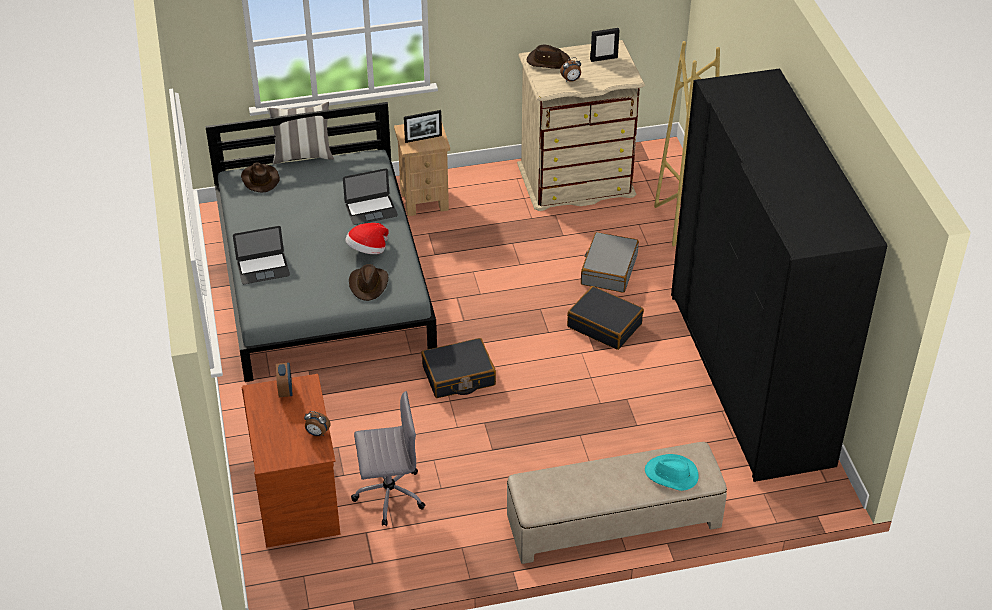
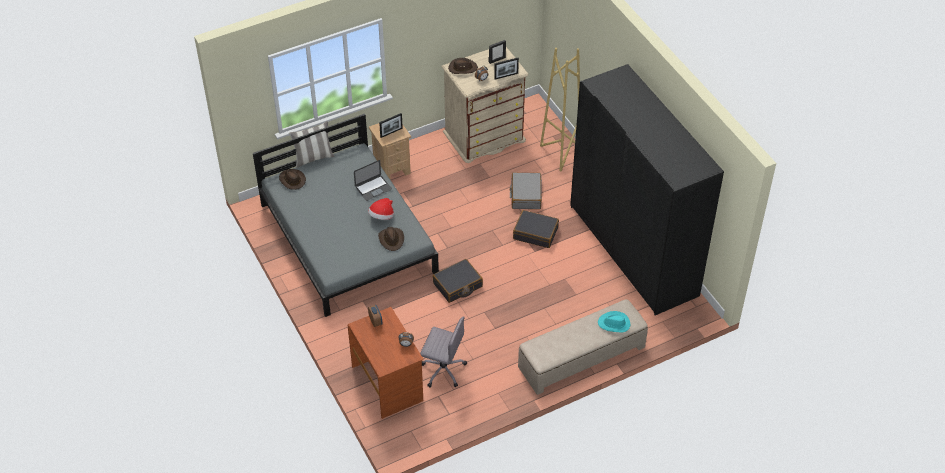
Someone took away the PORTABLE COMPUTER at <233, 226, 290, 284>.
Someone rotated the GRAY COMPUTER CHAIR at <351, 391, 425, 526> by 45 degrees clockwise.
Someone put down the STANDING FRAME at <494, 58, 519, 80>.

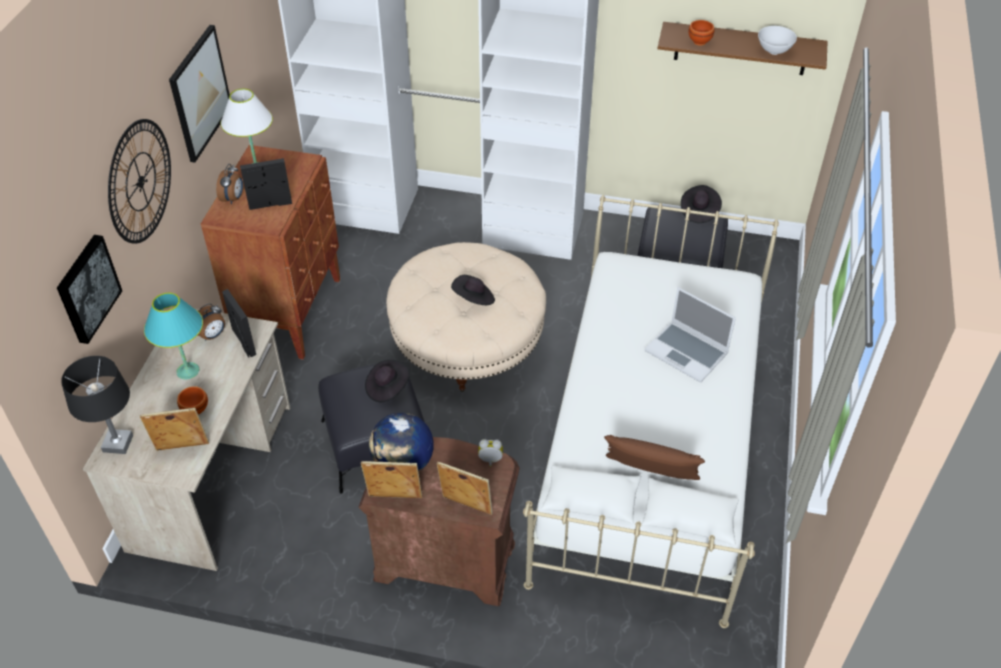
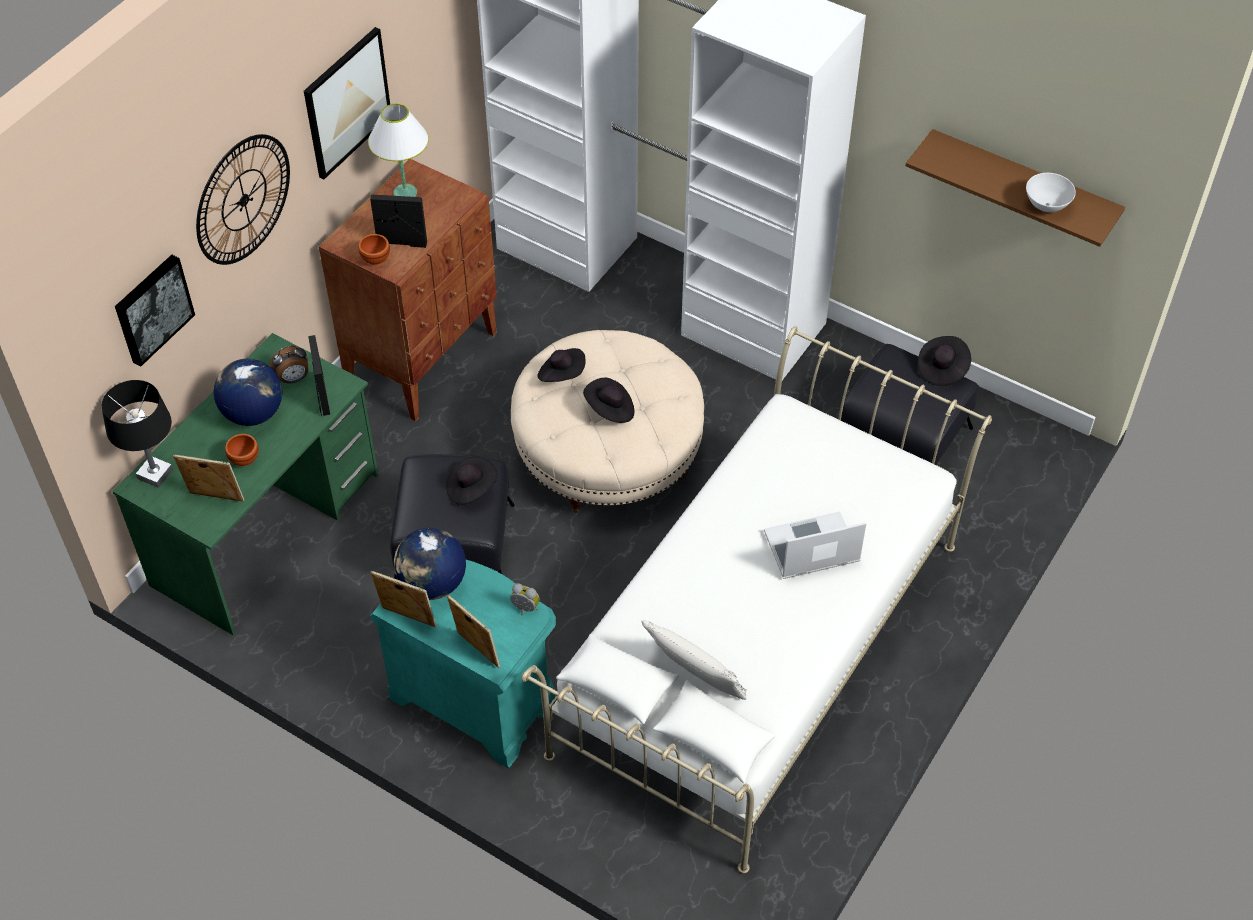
Someone carried the BROWN DEEP DISH from <688, 20, 715, 46> to <358, 234, 390, 265>.
Someone took away the BEDSIDE CLOCK at <216, 164, 243, 204>.
Someone rotated the PORTABLE COMPUTER at <645, 287, 736, 383> by 105 degrees clockwise.
Someone swapped the TURQUOISE TABLE LAMP at <144, 293, 203, 380> for the GLOBE at <214, 358, 282, 426>.
Someone repainted the BEIGE-COLOURED DESK TABLE at <83, 308, 290, 571>, which became the GREEN DESK TABLE at <112, 333, 379, 635>.
Someone repainted the BROWN PILLOW at <604, 435, 705, 480>, which became the WHITISH PILLOW at <641, 620, 747, 700>.
Someone repainted the BROWN BEDSIDE TABLE at <358, 437, 520, 606>, which became the TURQUOISE BEDSIDE TABLE at <369, 560, 556, 768>.
Someone put down the BLACKISH HAT at <538, 348, 585, 382>.

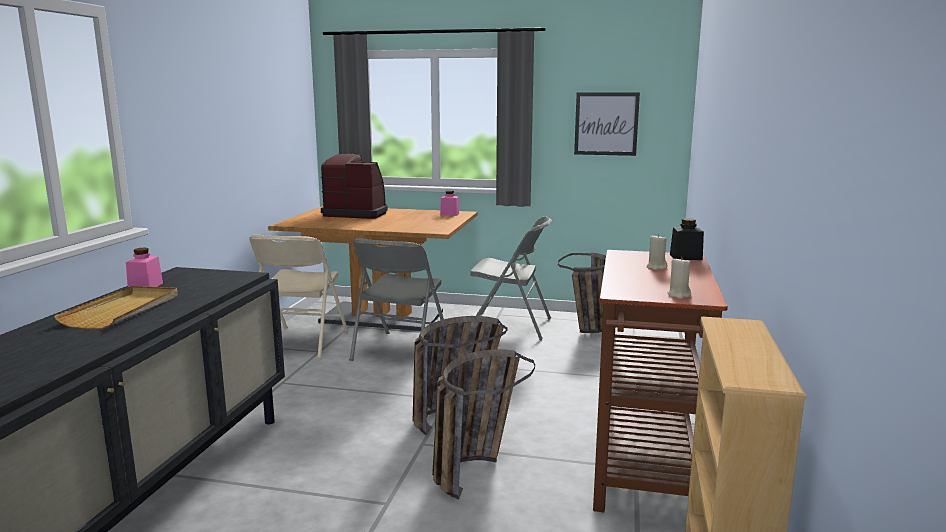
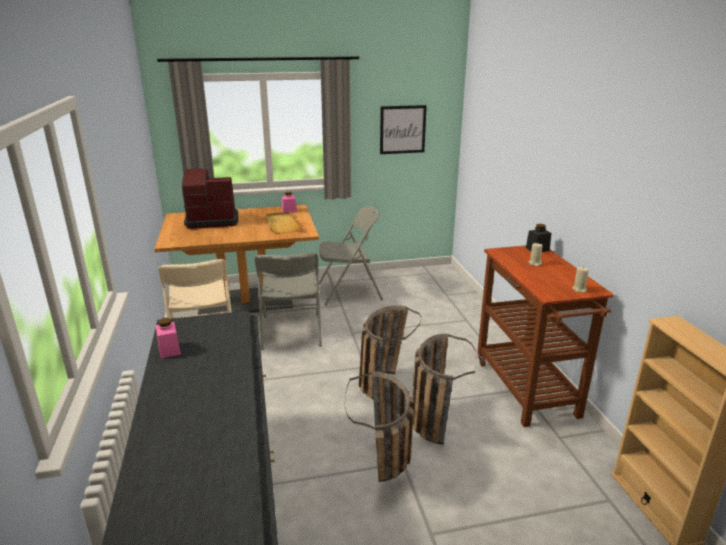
Someone carried the HOUSEHOLD BASKET from <558, 252, 606, 333> to <345, 371, 414, 482>.
Someone carried the BEIGE-COLOURED TRAY from <54, 286, 178, 329> to <266, 212, 300, 233>.

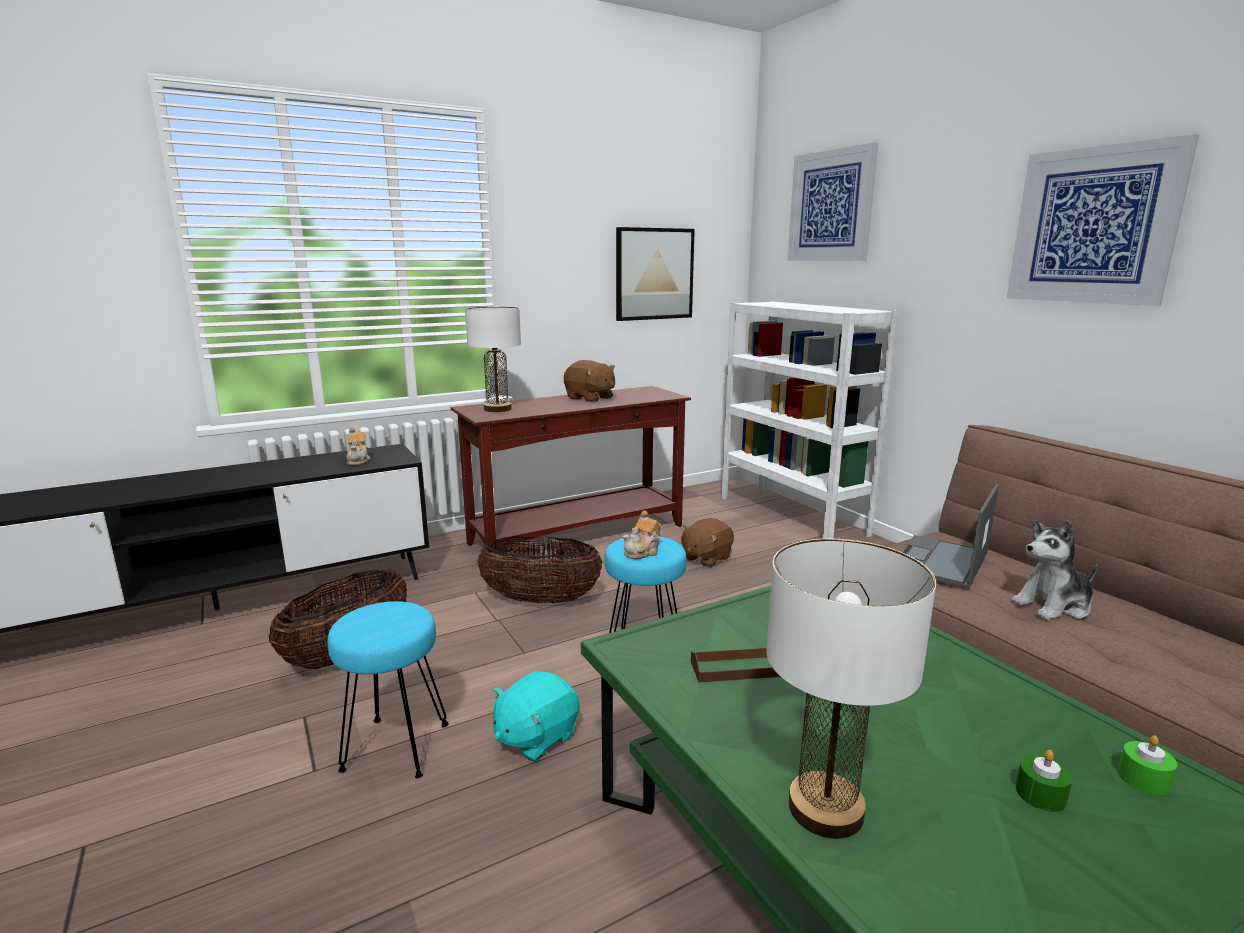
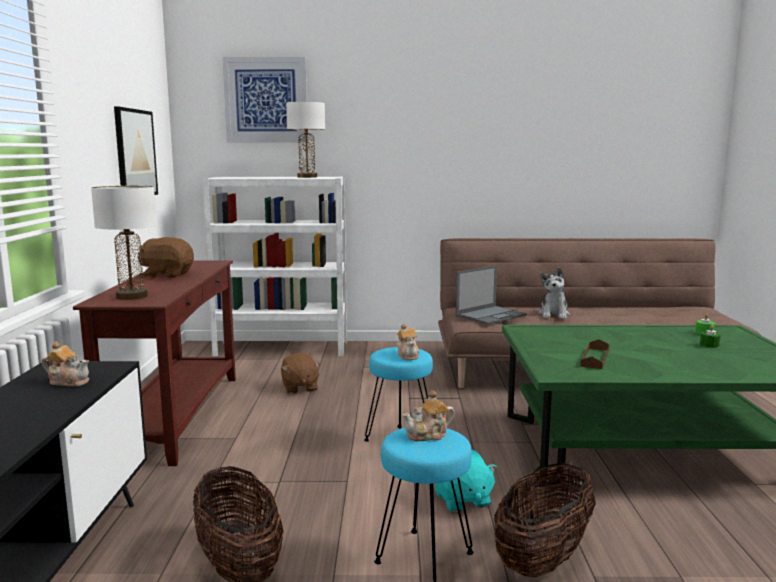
Someone took away the WALL PICTURE at <1007, 134, 1199, 306>.
Someone rotated the BROWN PLUSH TOY at <564, 360, 615, 402> by 150 degrees counterclockwise.
Someone rotated the PORTABLE COMPUTER at <901, 484, 999, 589> by 105 degrees counterclockwise.
Someone carried the HOUSEHOLD BASKET from <477, 536, 602, 603> to <494, 462, 596, 577>.
Someone carried the TABLE LAMP from <766, 539, 936, 839> to <286, 102, 325, 178>.
Someone put down the TEA POT at <402, 390, 455, 441>.

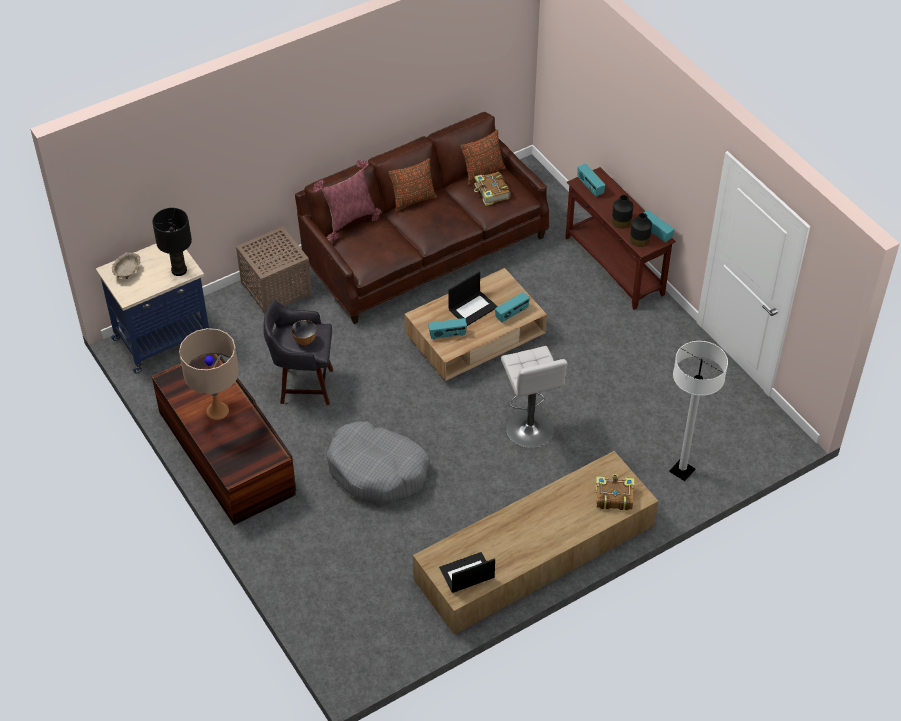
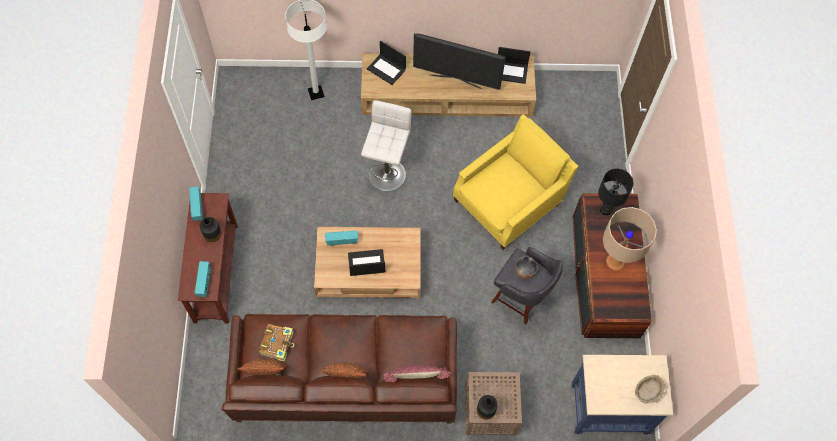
Someone carried the BLACKISH TABLE LAMP from <152, 208, 192, 276> to <598, 168, 633, 215>.
Someone carried the BLACKISH VASE from <630, 213, 652, 247> to <477, 395, 498, 420>.
Someone took away the RADIO SET at <428, 318, 467, 340>.
Someone swapped the GRAY DOG BED at <326, 421, 430, 504> for the YELLOW-COLOURED EASY CHAIR at <453, 115, 578, 250>.
Someone swapped the BOUND BOOK at <596, 474, 634, 510> for the PORTABLE COMPUTER at <367, 41, 406, 85>.
Someone put down the TV at <413, 33, 506, 90>.

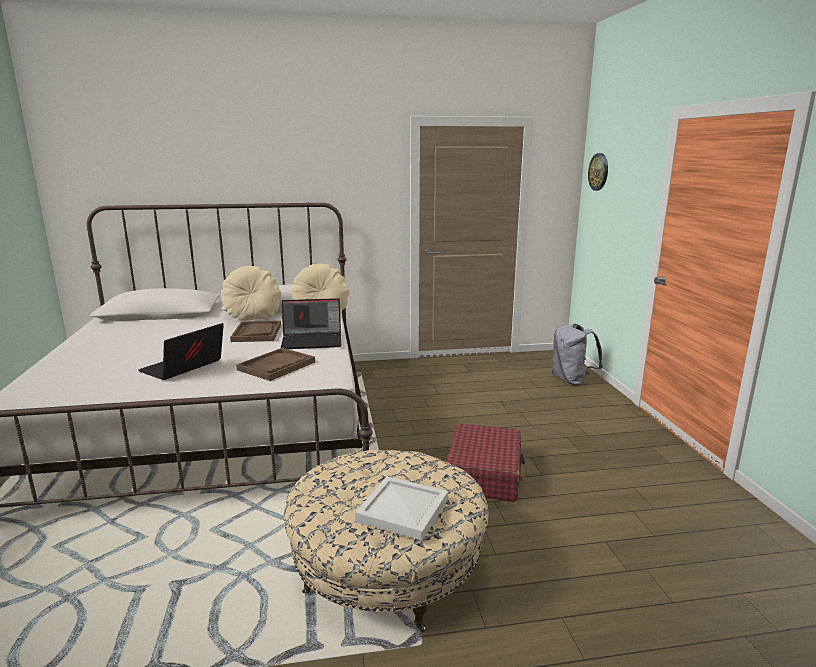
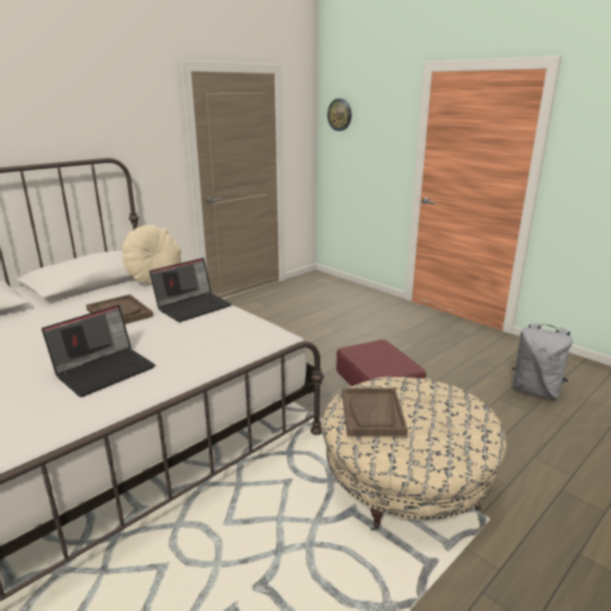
Someone took away the BEIGE-COLOURED PILLOW at <221, 266, 281, 321>.
Someone rotated the PORTABLE COMPUTER at <139, 323, 224, 380> by 135 degrees counterclockwise.
Someone carried the GRAY BACKPACK from <552, 324, 603, 386> to <512, 323, 572, 400>.
Someone carried the BROWN TRAY from <236, 348, 315, 381> to <342, 388, 408, 436>.
Someone took away the WHITISH TRAY at <355, 476, 448, 541>.

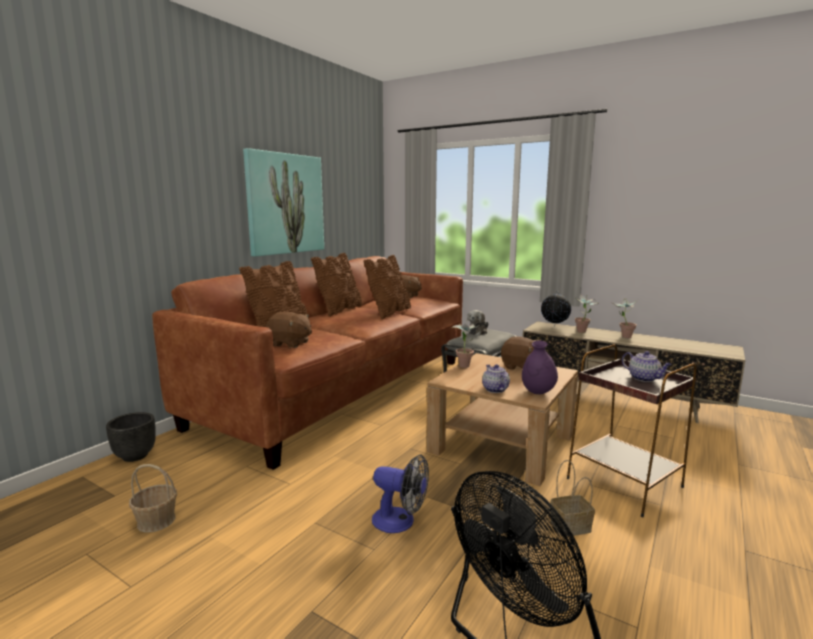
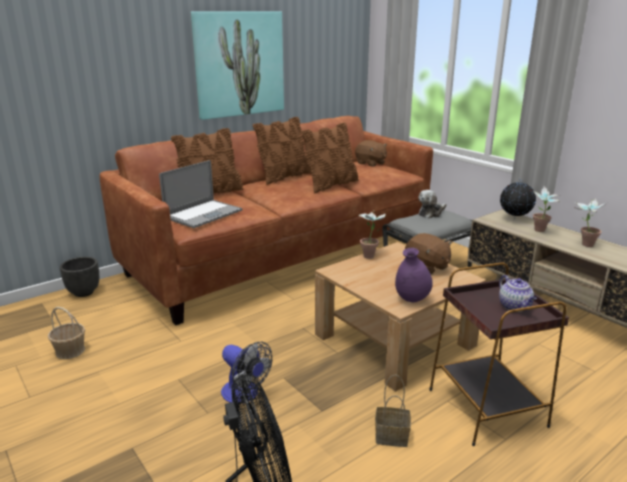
Someone swapped the BROWN PLUSH TOY at <265, 312, 312, 348> for the PORTABLE COMPUTER at <159, 160, 242, 228>.
Someone took away the TEA POT at <482, 364, 510, 393>.

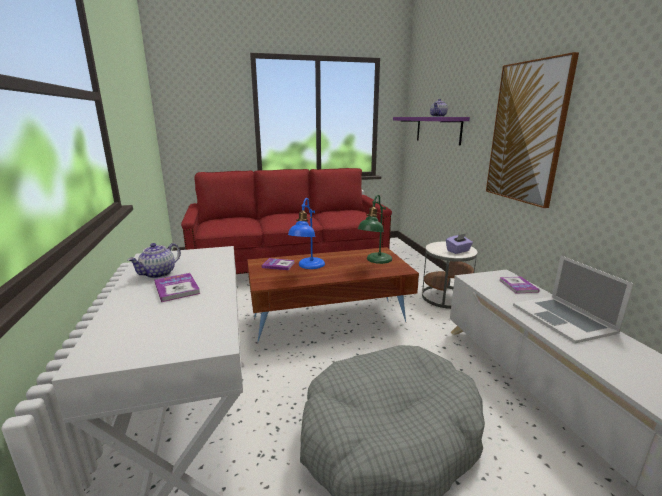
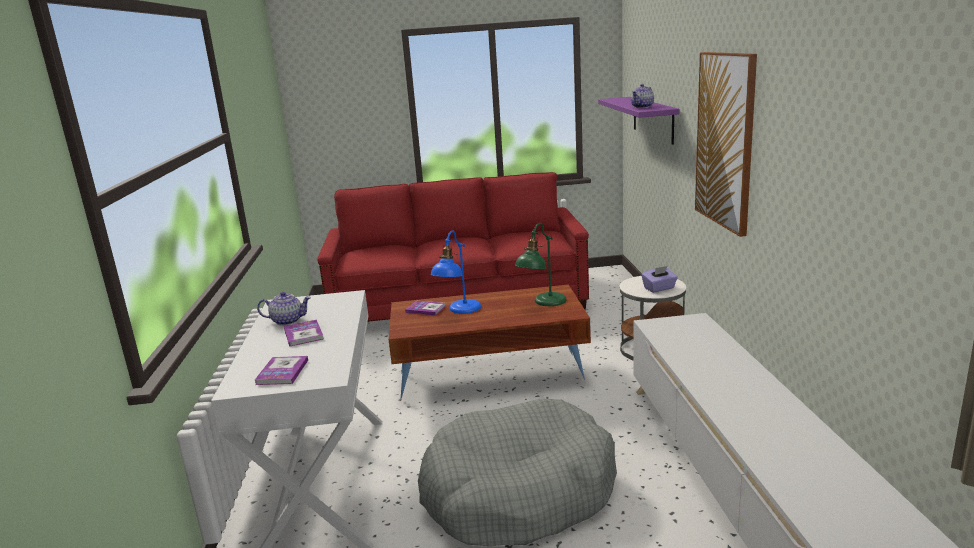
Someone rotated the TEA POT at <128, 243, 181, 278> by 135 degrees counterclockwise.
Someone took away the PORTABLE COMPUTER at <513, 255, 634, 343>.
Someone carried the BOUND BOOK from <499, 277, 540, 294> to <255, 356, 308, 385>.

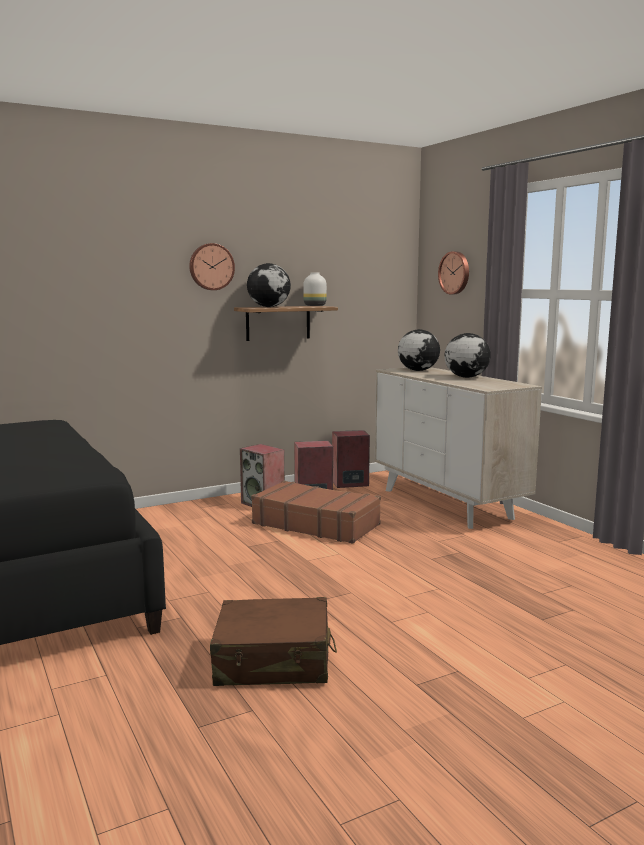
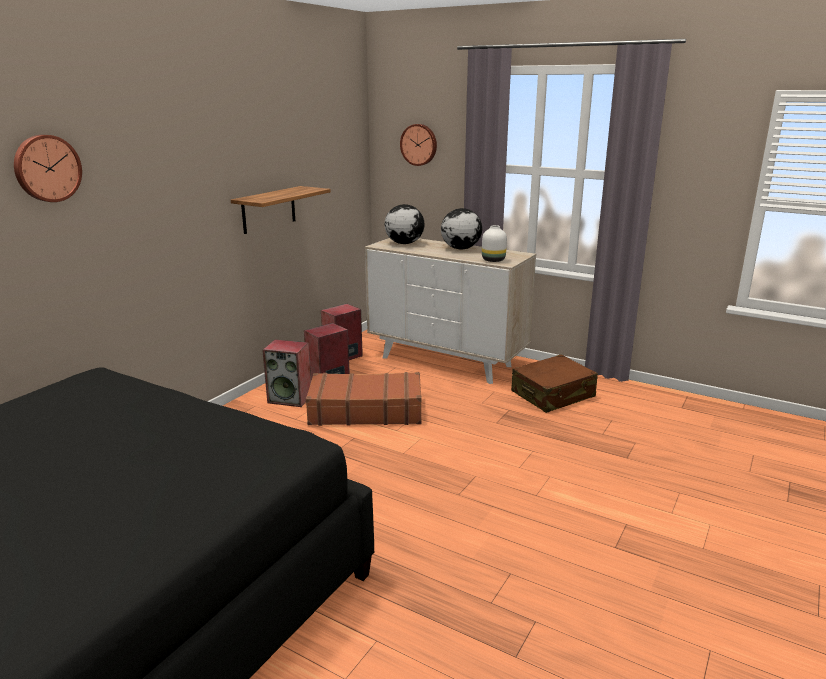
Someone carried the CLOCK ON THE WALL from <189, 243, 235, 290> to <14, 135, 82, 202>.
Someone took away the GLOBE at <247, 263, 291, 307>.
Someone carried the WHITISH VASE from <303, 272, 327, 306> to <482, 225, 507, 262>.
Someone carried the BROWN TRAVEL CASE from <210, 597, 337, 686> to <511, 355, 598, 413>.

